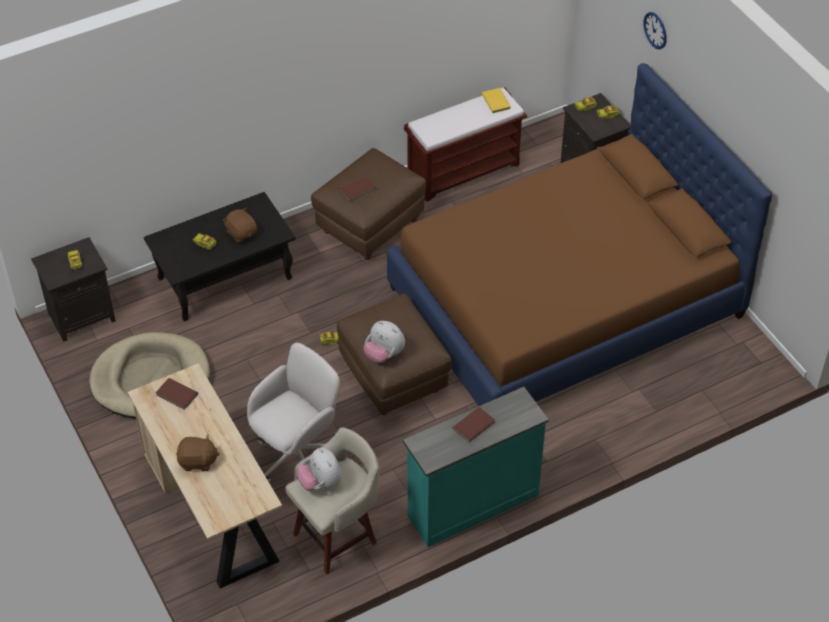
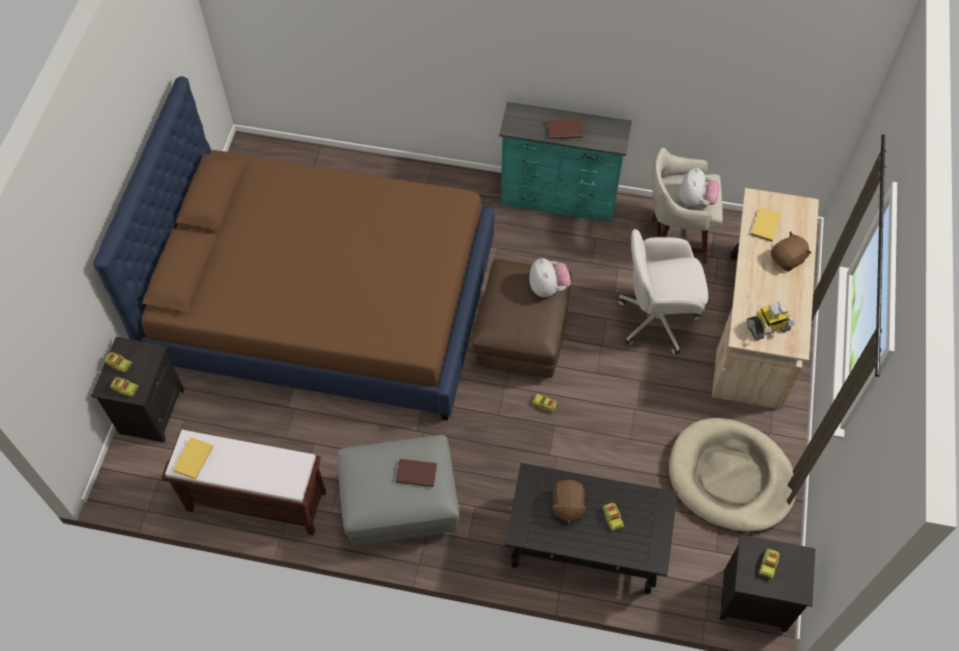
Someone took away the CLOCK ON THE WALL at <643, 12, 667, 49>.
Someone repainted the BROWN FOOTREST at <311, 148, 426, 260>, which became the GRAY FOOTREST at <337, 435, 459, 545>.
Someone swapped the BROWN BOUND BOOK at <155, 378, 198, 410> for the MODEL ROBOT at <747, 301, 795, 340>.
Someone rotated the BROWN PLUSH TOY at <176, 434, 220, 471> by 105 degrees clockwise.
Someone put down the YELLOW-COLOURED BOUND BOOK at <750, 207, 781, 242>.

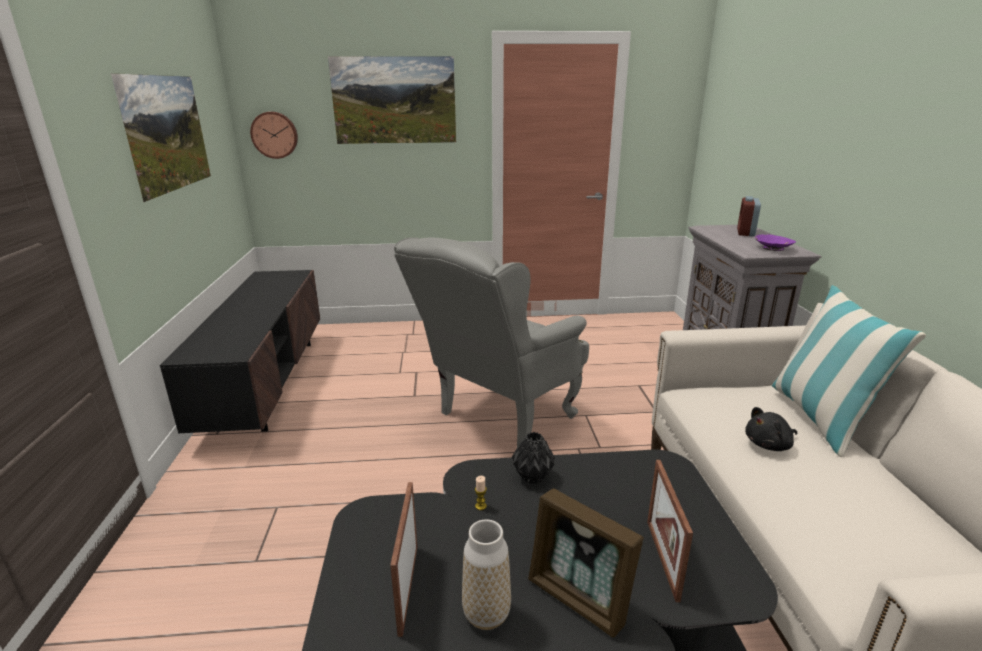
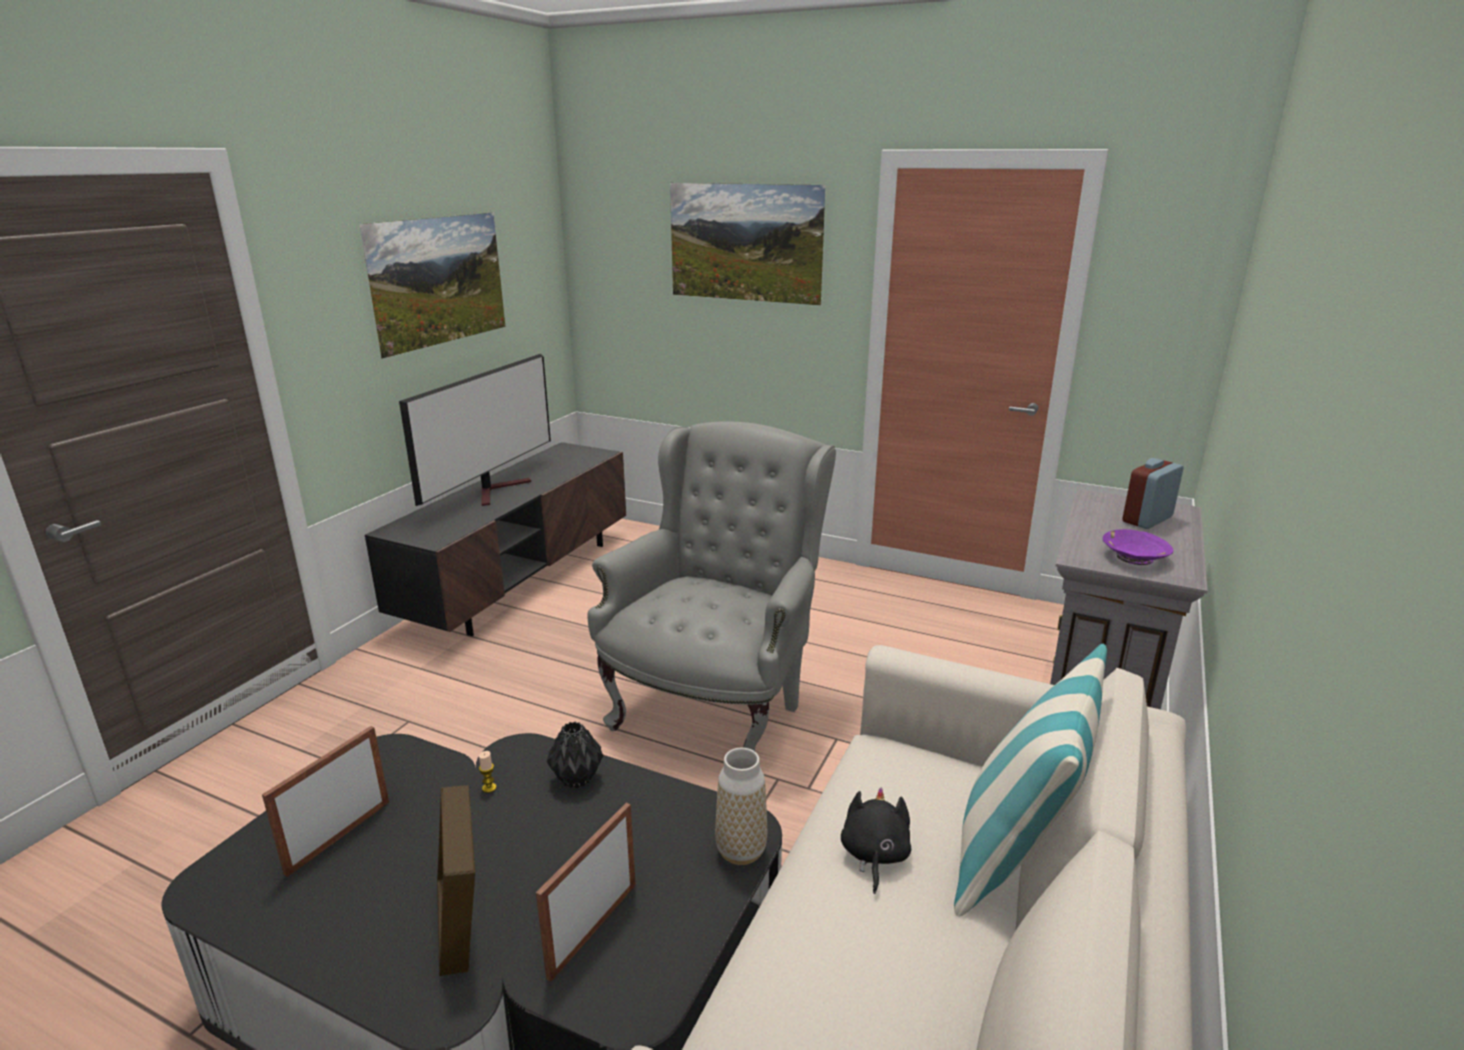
Someone took away the CLOCK ON THE WALL at <250, 112, 298, 159>.
Someone rotated the GRAY EASY CHAIR at <394, 237, 589, 448> by 135 degrees clockwise.
Someone rotated the BLACKISH PLUSH TOY at <745, 407, 797, 451> by 90 degrees clockwise.
Someone carried the VASE from <462, 519, 511, 630> to <715, 747, 767, 865>.
Someone put down the TV at <399, 354, 551, 506>.

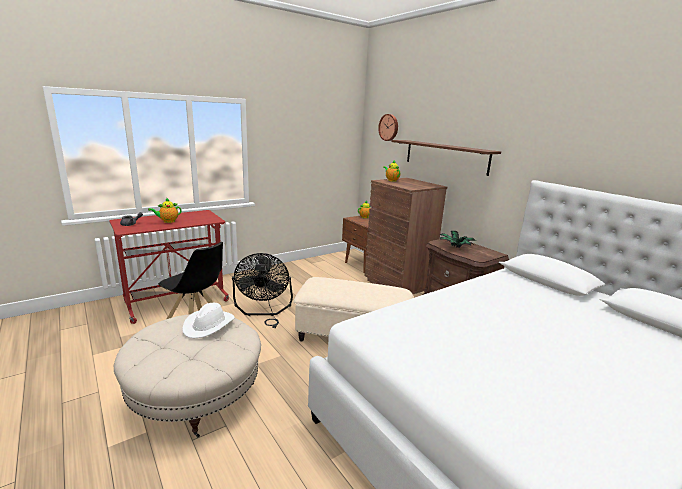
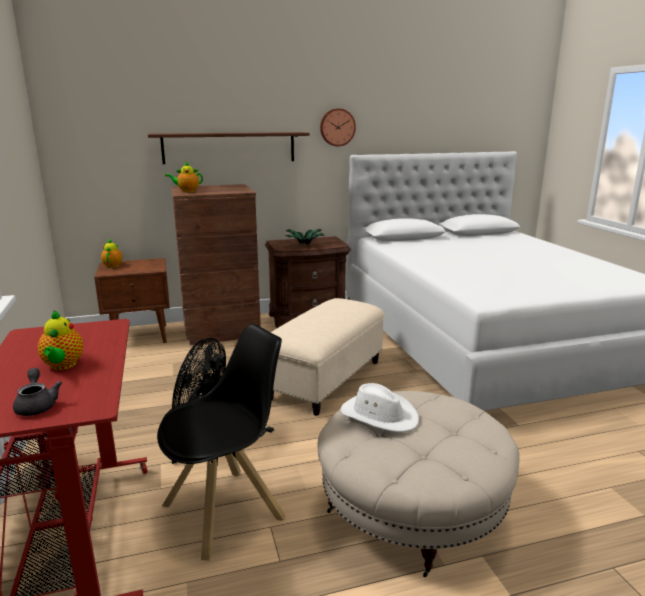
Someone carried the CLOCK ON THE WALL from <378, 114, 398, 141> to <320, 108, 356, 146>.

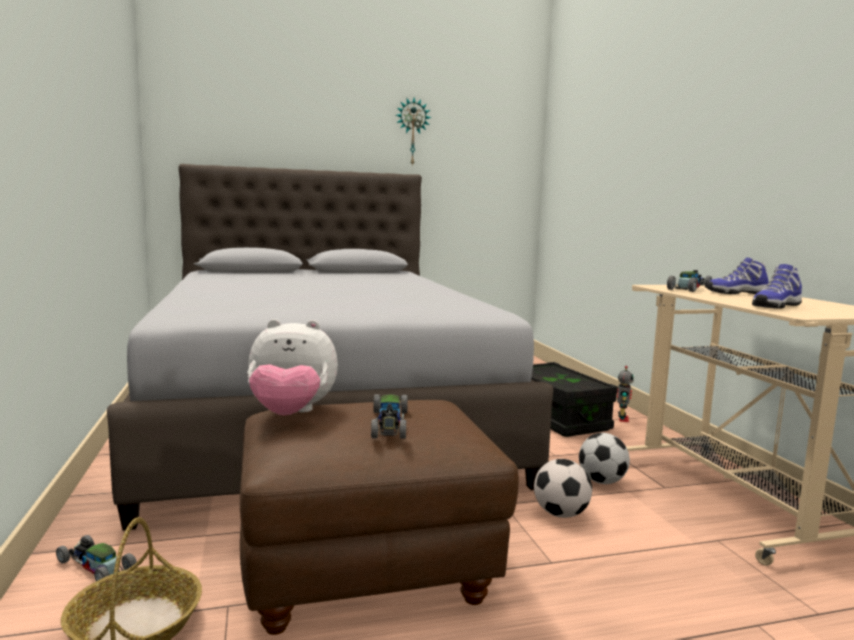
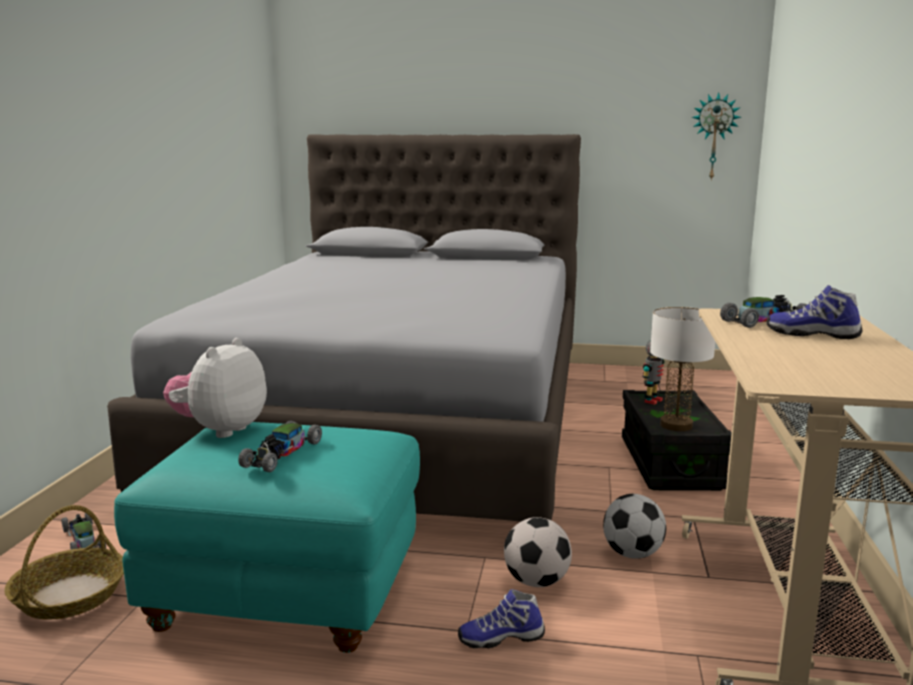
Someone carried the CLOCK ON THE WALL from <396, 98, 431, 166> to <692, 92, 741, 180>.
Someone carried the LOW SHOE from <752, 264, 802, 309> to <458, 589, 545, 648>.
Someone rotated the PLUSH TOY at <247, 319, 338, 415> by 90 degrees clockwise.
Someone carried the MODEL ROBOT from <617, 366, 634, 422> to <642, 340, 664, 405>.
Someone repainted the BROWN FOOTREST at <240, 400, 519, 635>, which became the TURQUOISE FOOTREST at <114, 422, 420, 653>.
Someone put down the TABLE LAMP at <650, 307, 715, 431>.

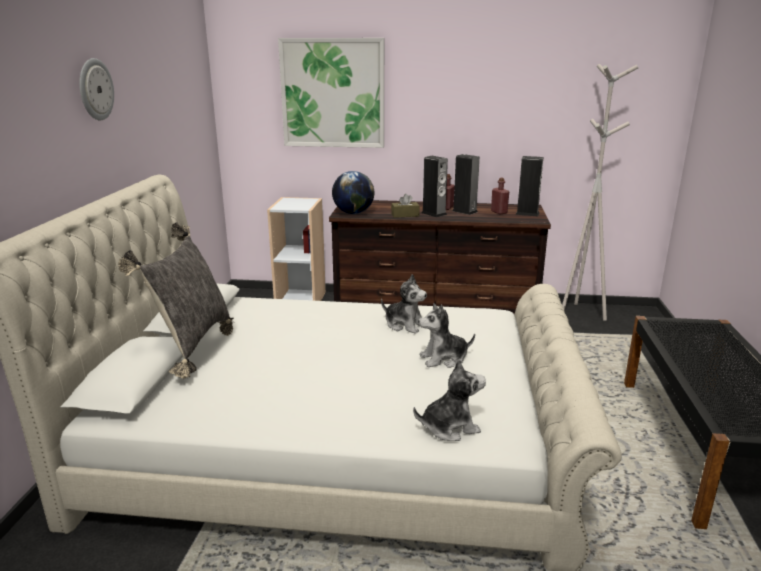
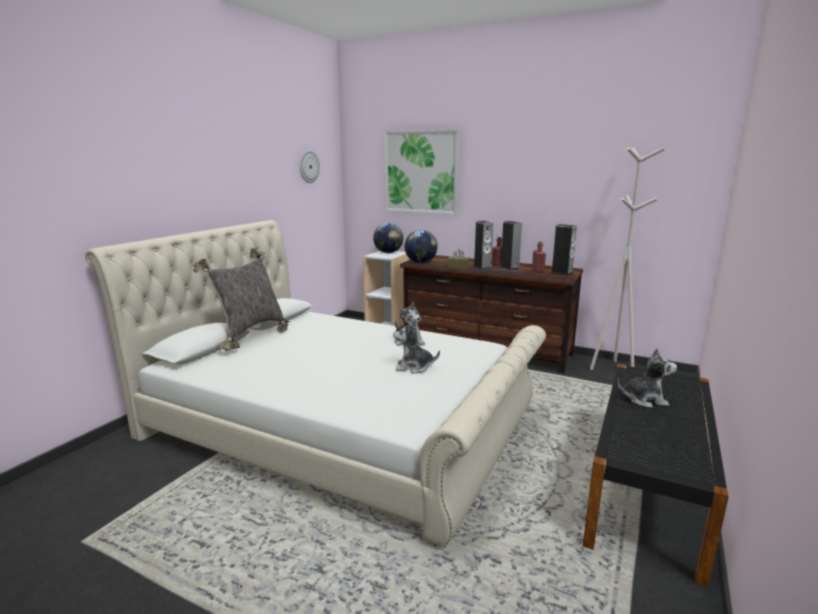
Someone carried the CLOCK ON THE WALL from <79, 58, 114, 120> to <300, 150, 320, 183>.
Someone carried the PLUSH TOY from <413, 359, 486, 441> to <617, 348, 677, 408>.
Someone put down the GLOBE at <373, 223, 403, 253>.

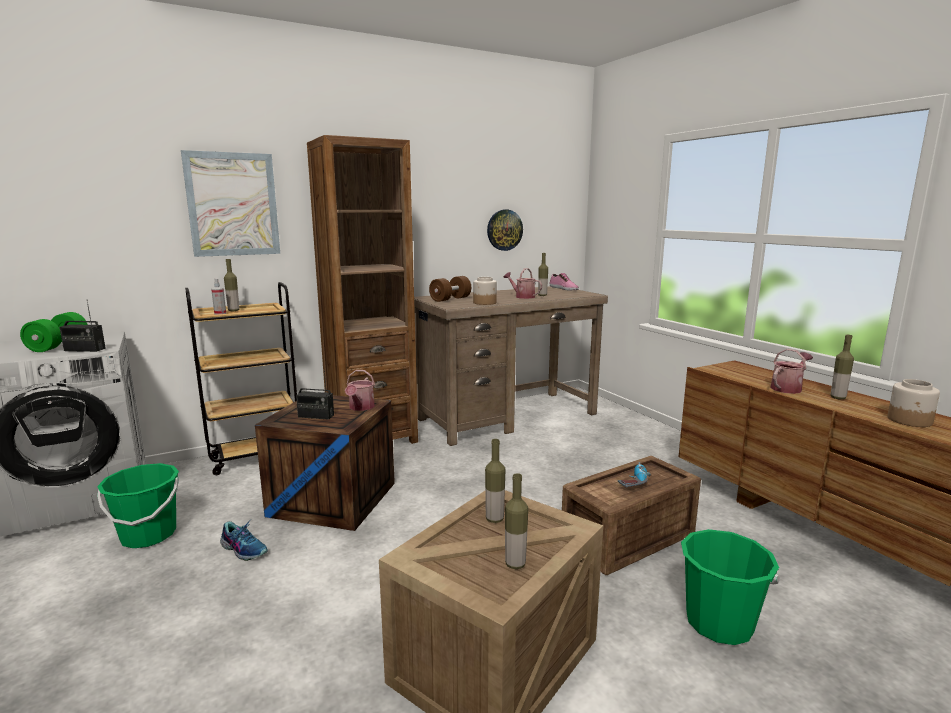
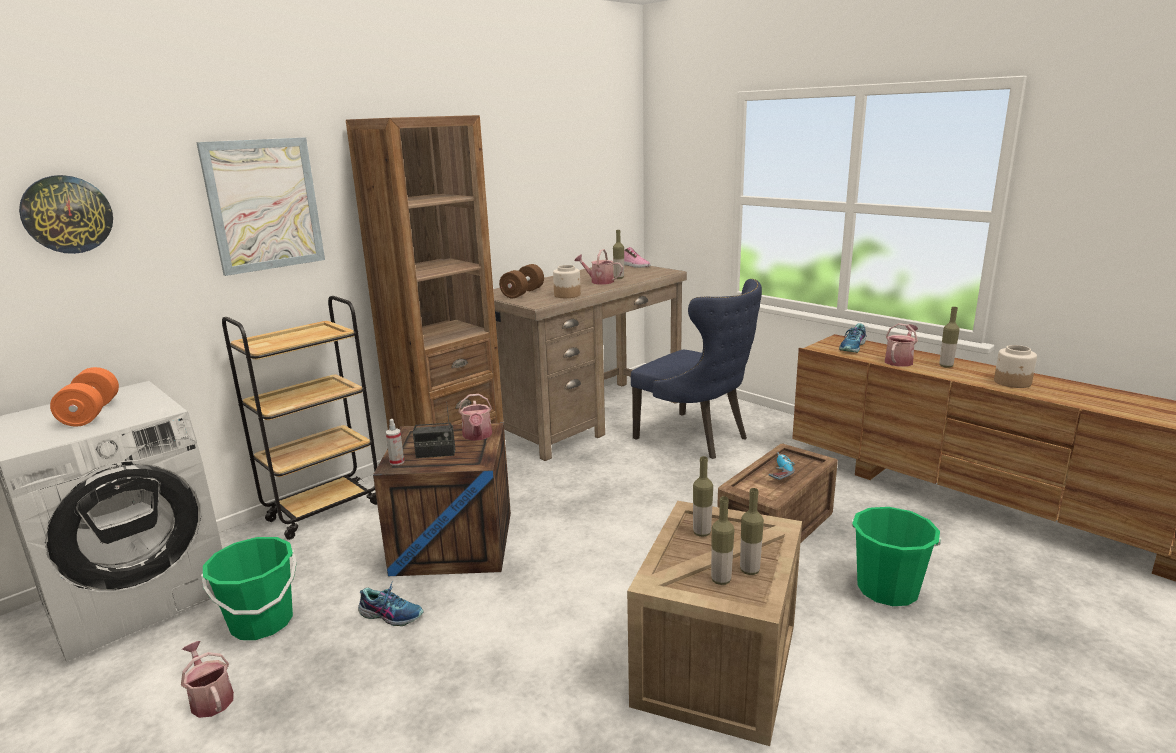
Someone carried the CLOCK ON THE WALL from <487, 210, 523, 251> to <19, 175, 113, 254>.
Someone carried the BOTTLE from <224, 259, 239, 311> to <711, 496, 734, 585>.
Someone carried the SPRAYER from <211, 279, 226, 315> to <386, 419, 404, 466>.
Someone took away the RADIO SET at <59, 302, 106, 352>.
Someone repainted the GREEN FREE WEIGHT at <20, 312, 88, 352>, which became the ORANGE-COLOURED FREE WEIGHT at <50, 367, 119, 427>.
Someone put down the BLUE CHAIR at <631, 279, 762, 459>.
Someone put down the LOW SHOE at <839, 323, 866, 353>.
Someone put down the WATERING CAN at <181, 641, 234, 718>.

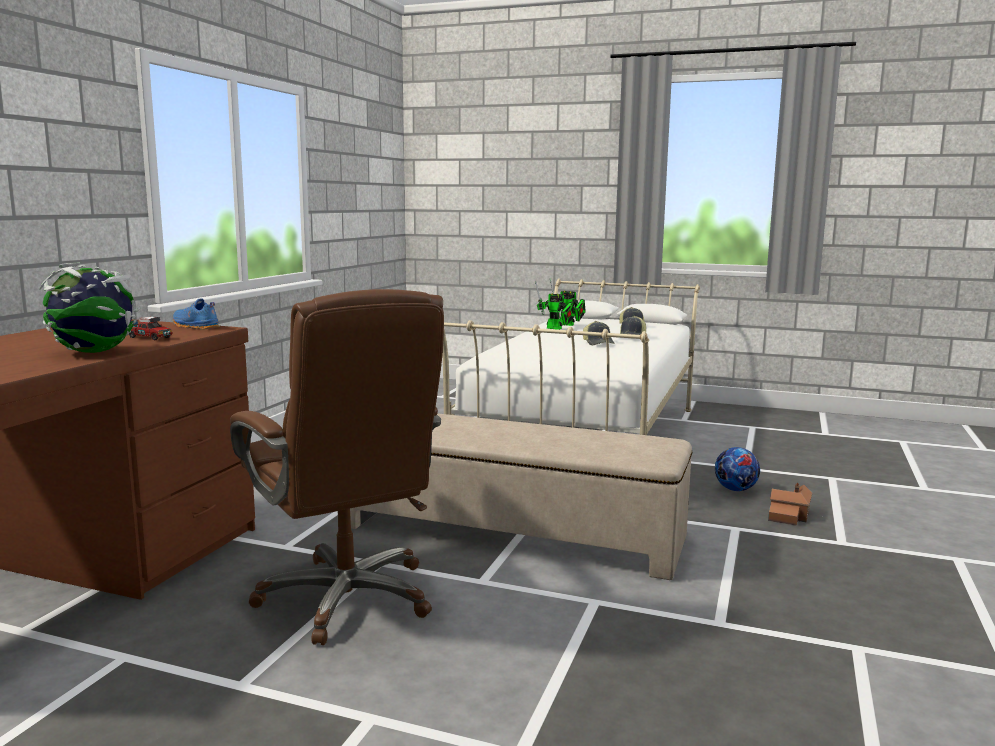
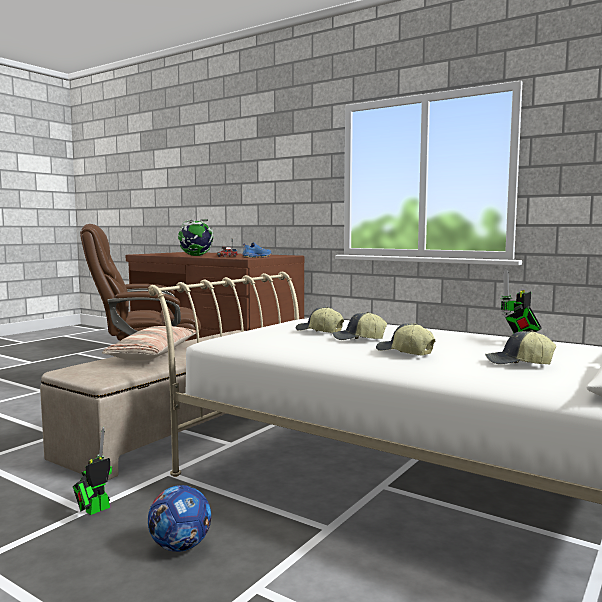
Someone carried the MODEL ROBOT from <535, 280, 575, 330> to <73, 427, 112, 515>.
Someone took away the MINIATURE HOUSE at <768, 483, 812, 526>.
Someone put down the BASEBALL CAP at <296, 307, 344, 333>.
Someone put down the PILLOW at <102, 326, 196, 361>.

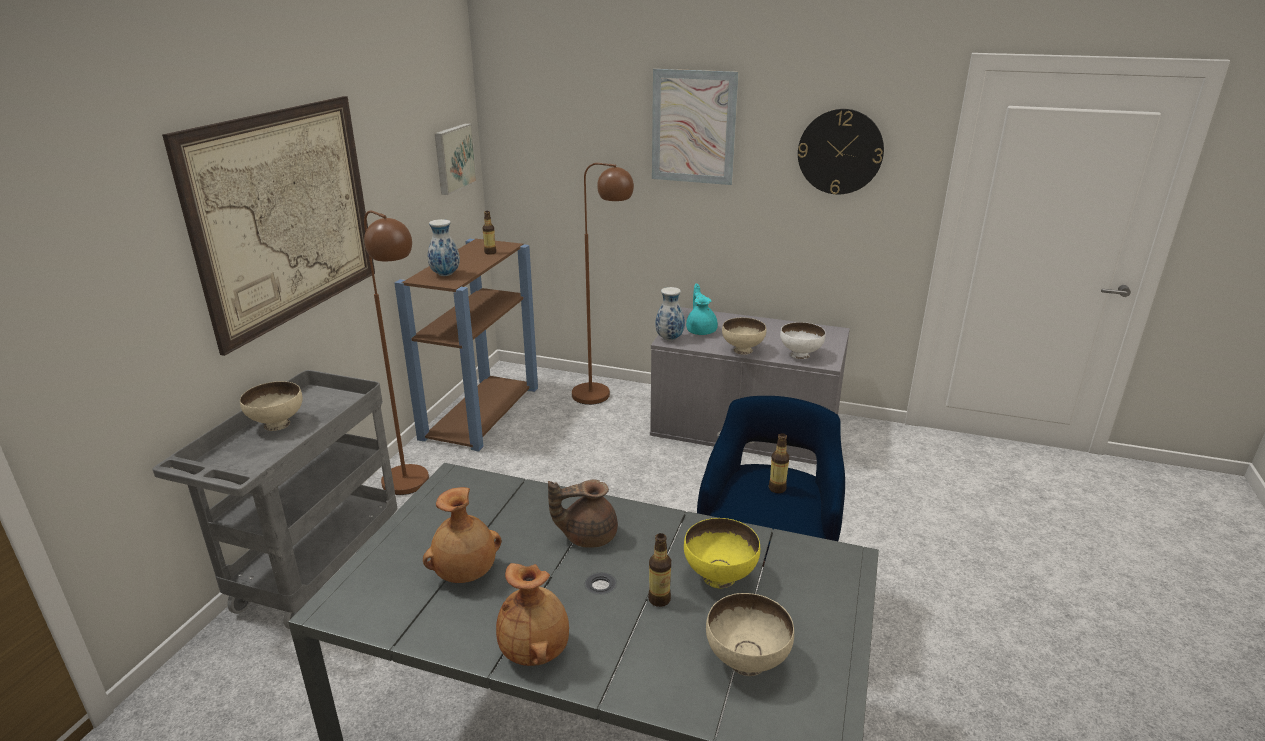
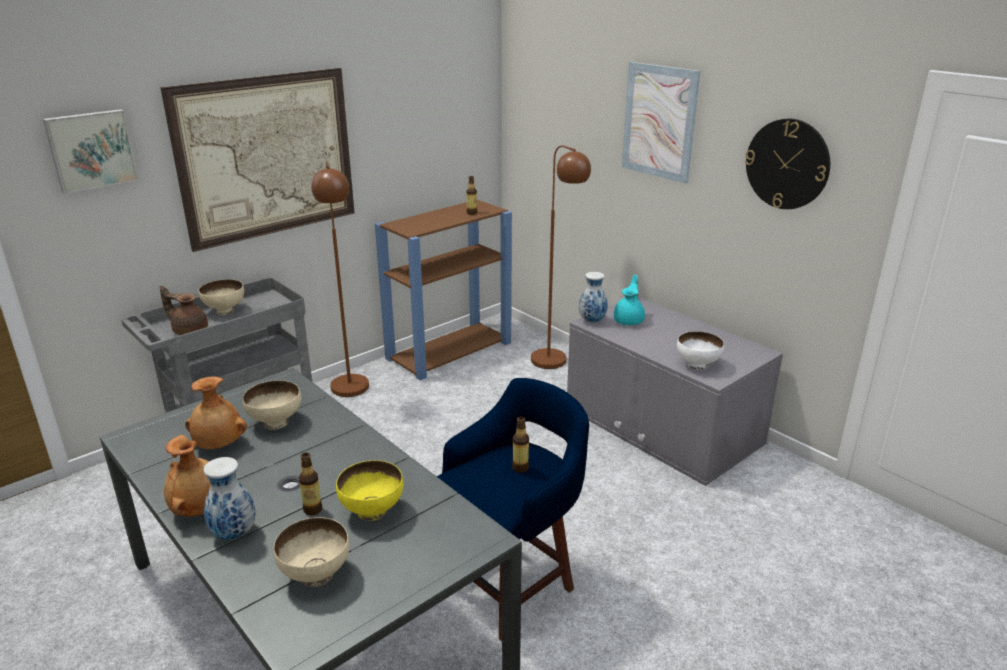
Someone carried the WALL PICTURE from <435, 123, 477, 195> to <43, 109, 139, 194>.
Someone carried the VASE from <428, 219, 460, 276> to <203, 457, 256, 540>.
Someone carried the BEIGE-COLOURED DEEP DISH from <722, 318, 766, 355> to <243, 380, 301, 430>.
Someone carried the BROWN TEA POT from <548, 479, 618, 548> to <160, 286, 208, 335>.

